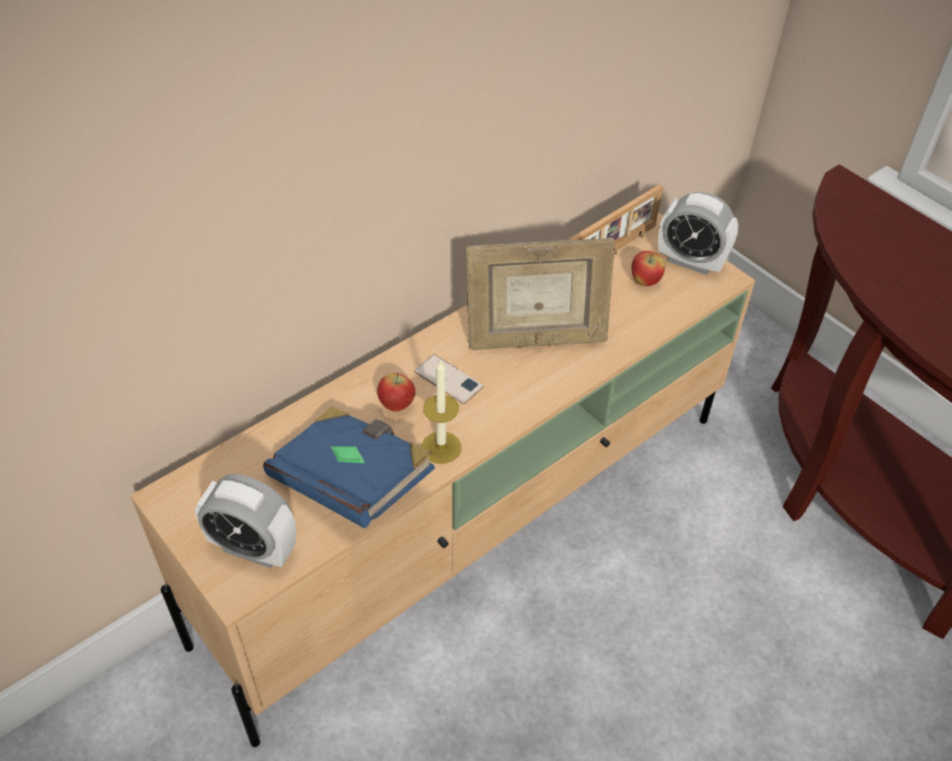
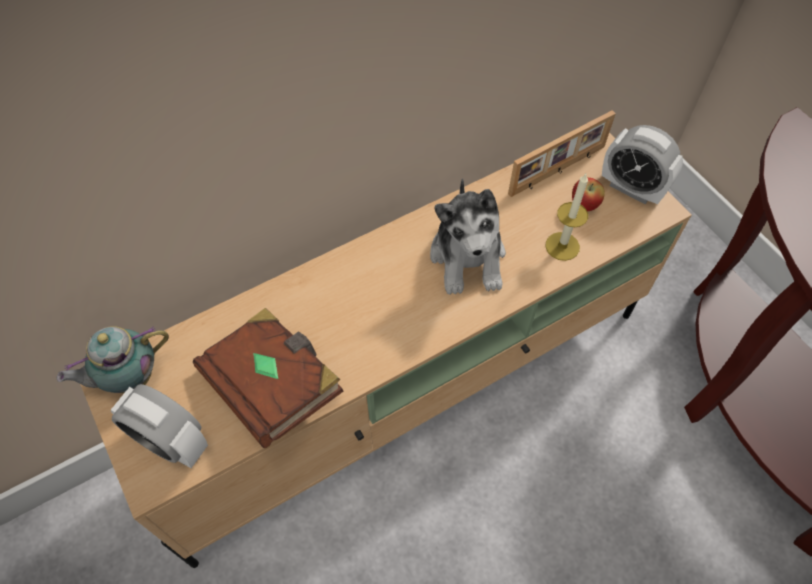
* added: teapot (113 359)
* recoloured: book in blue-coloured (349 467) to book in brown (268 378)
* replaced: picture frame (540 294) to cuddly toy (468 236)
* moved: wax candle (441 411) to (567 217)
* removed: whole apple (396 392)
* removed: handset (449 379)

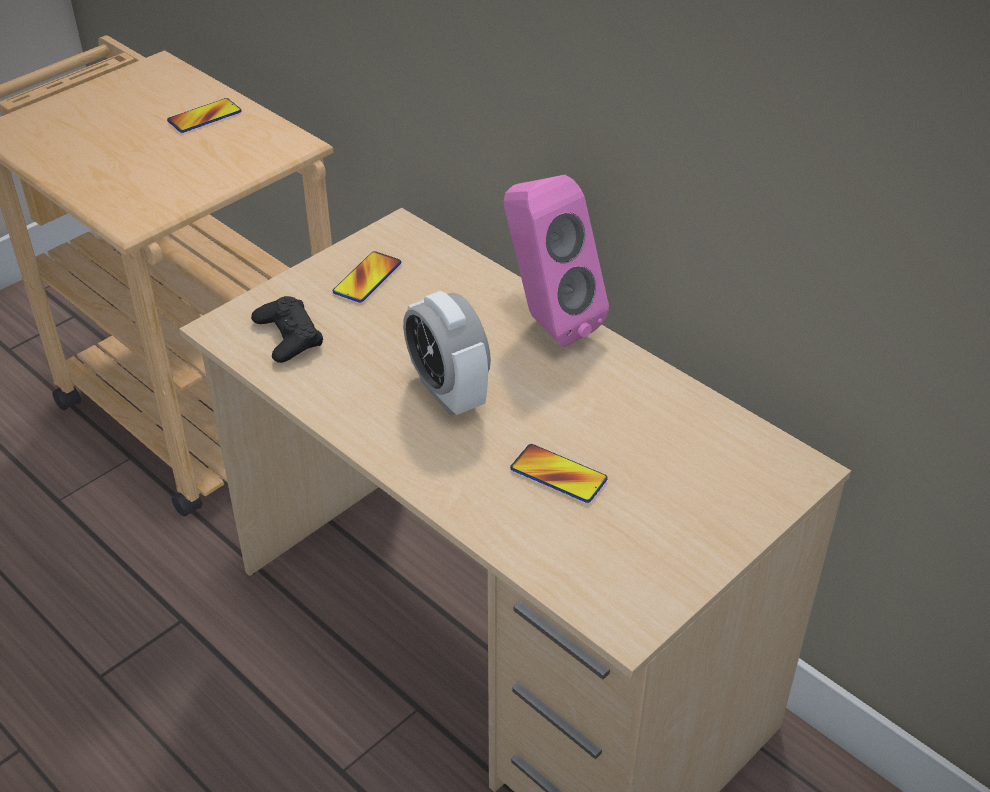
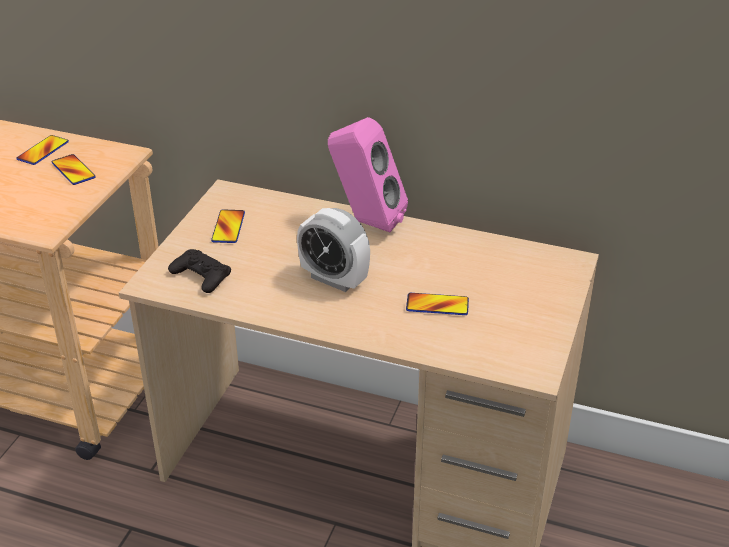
* added: handset (74 169)

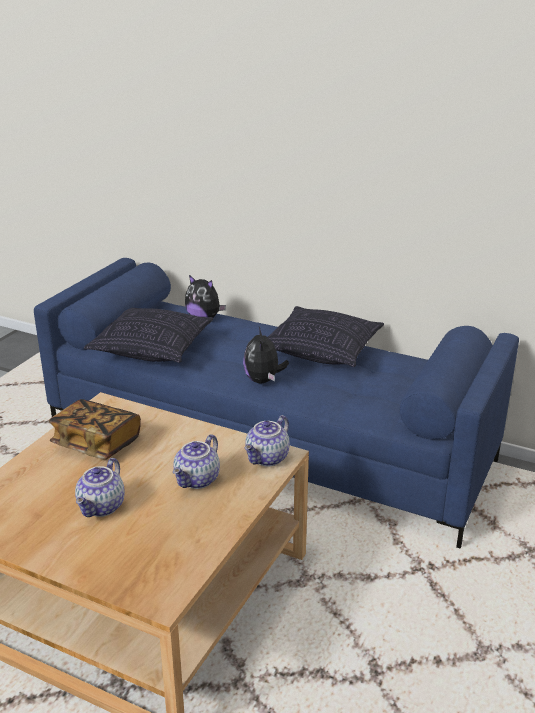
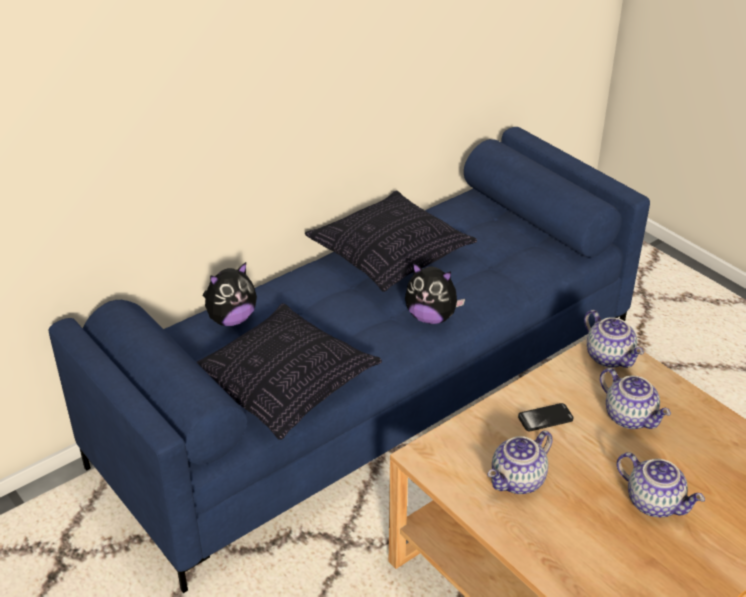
* replaced: book (95 429) to teapot (520 462)
* added: handset (545 417)

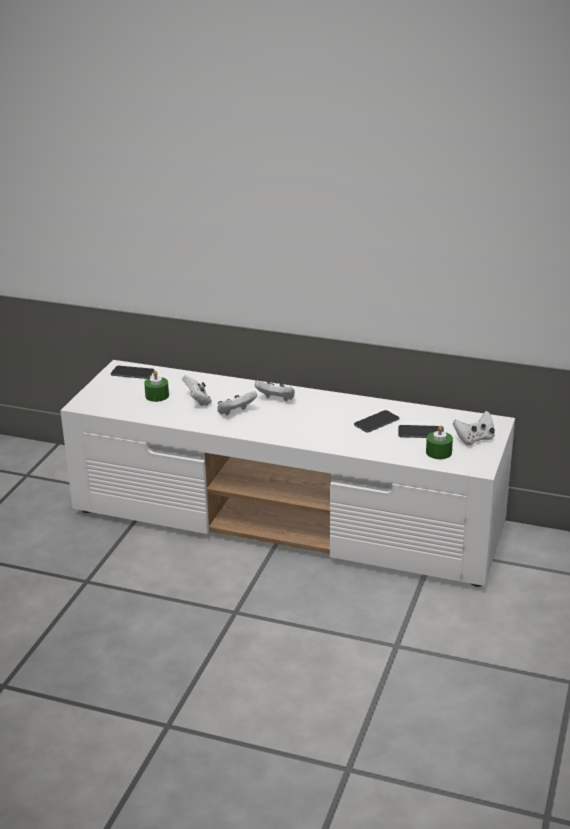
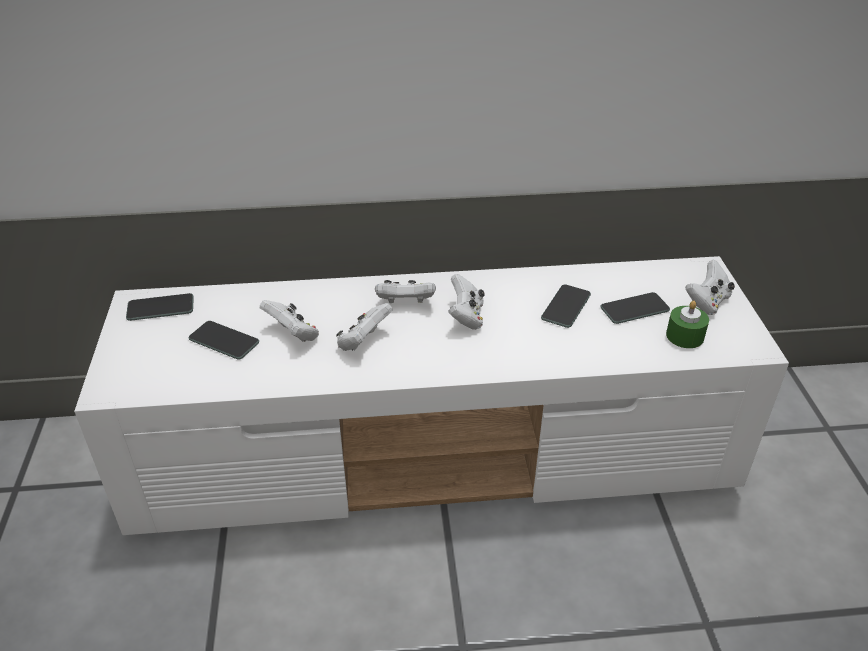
* replaced: wax candle in greenish (156 386) to handset (224 340)
* added: joypad in white (466 302)

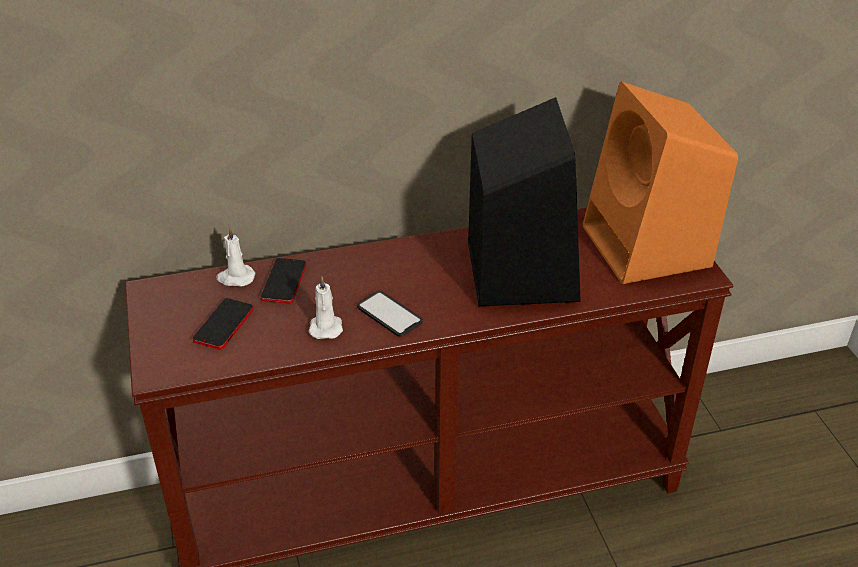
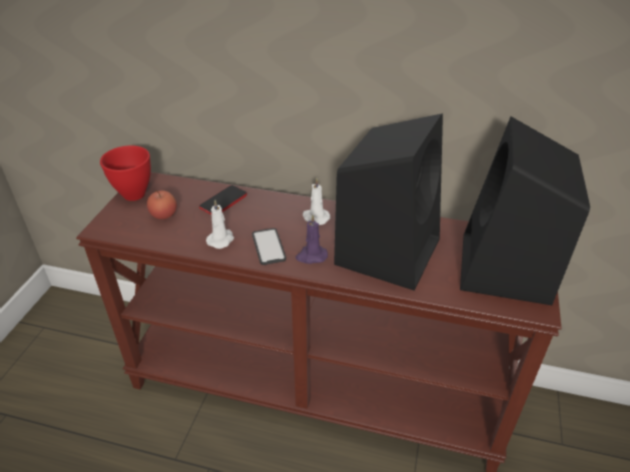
* added: deep dish in red-coloured (125 173)
* replaced: handset (223 324) to whole apple (162 204)
* added: wax candle in purple-coloured (312 239)
* moved: wax candle in white (235 257) to (316 201)
* recoloured: audio speaker in orangey (660 183) to audio speaker in black (525 210)

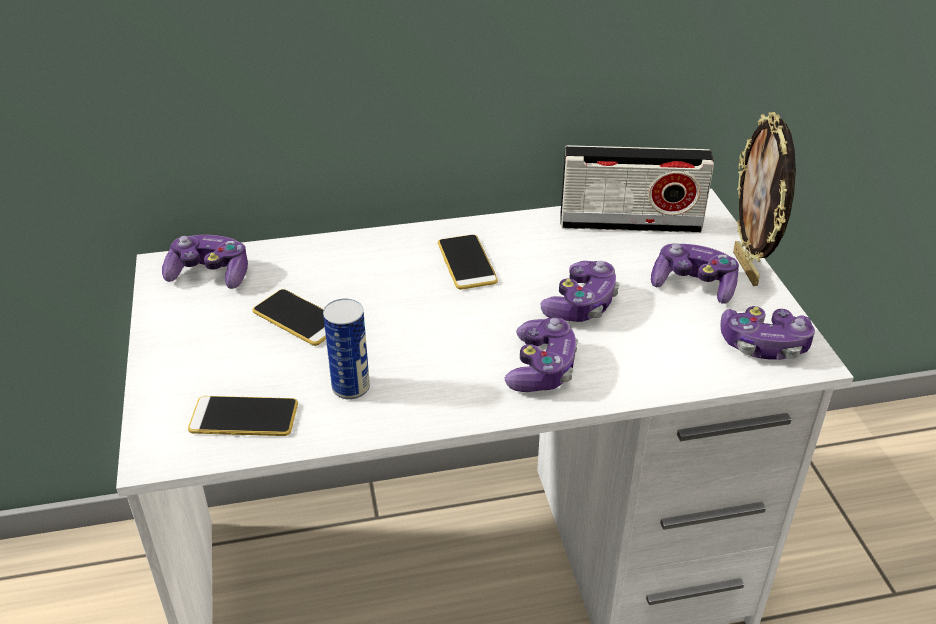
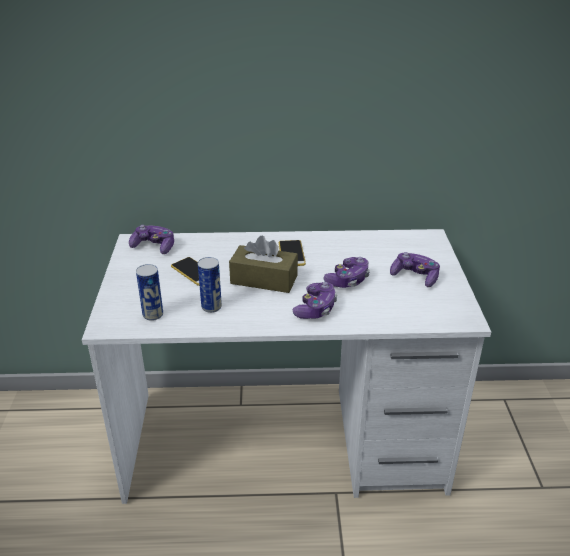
* replaced: handset (243 416) to sealed can (149 292)
* added: tissue box in brown (263 264)
* removed: radio receiver (637 189)
* removed: joypad (767 333)
* removed: picture frame (764 199)

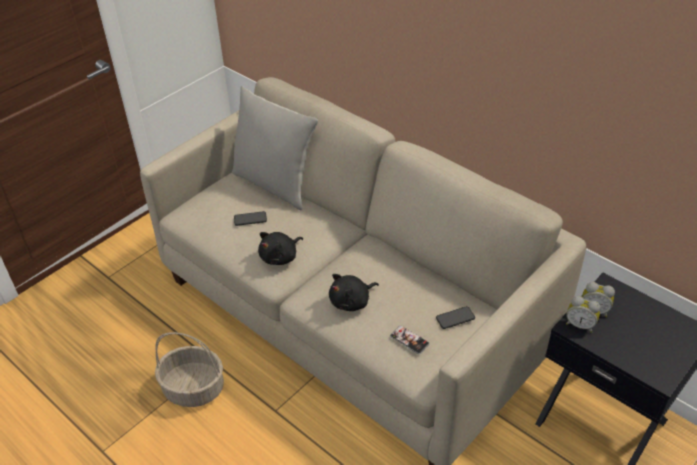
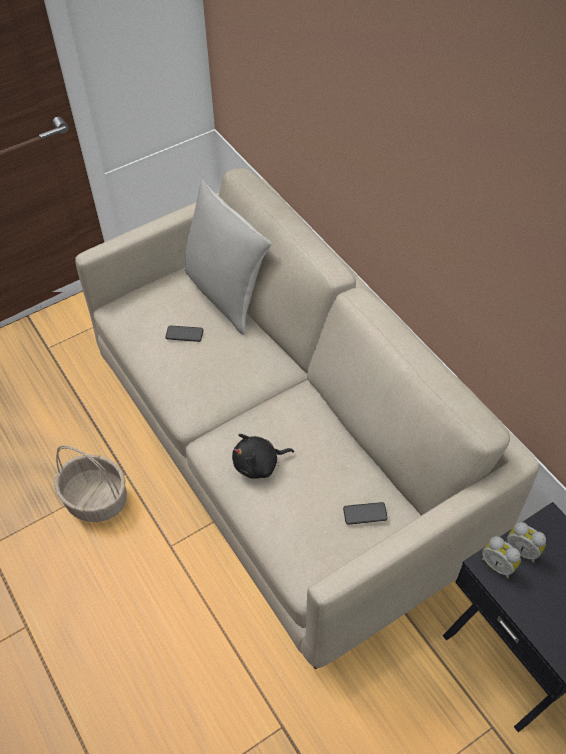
* removed: cuddly toy in black (280 248)
* removed: handset (410 340)

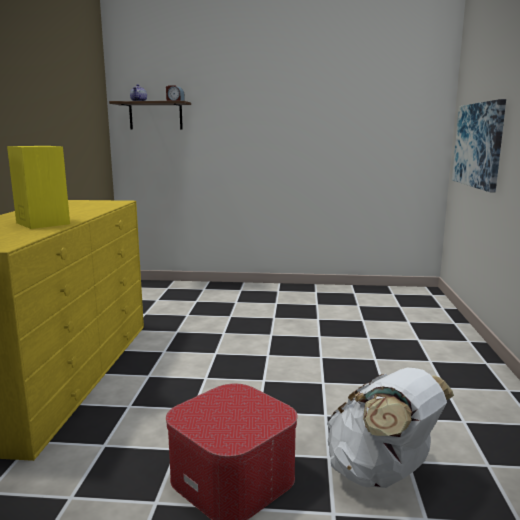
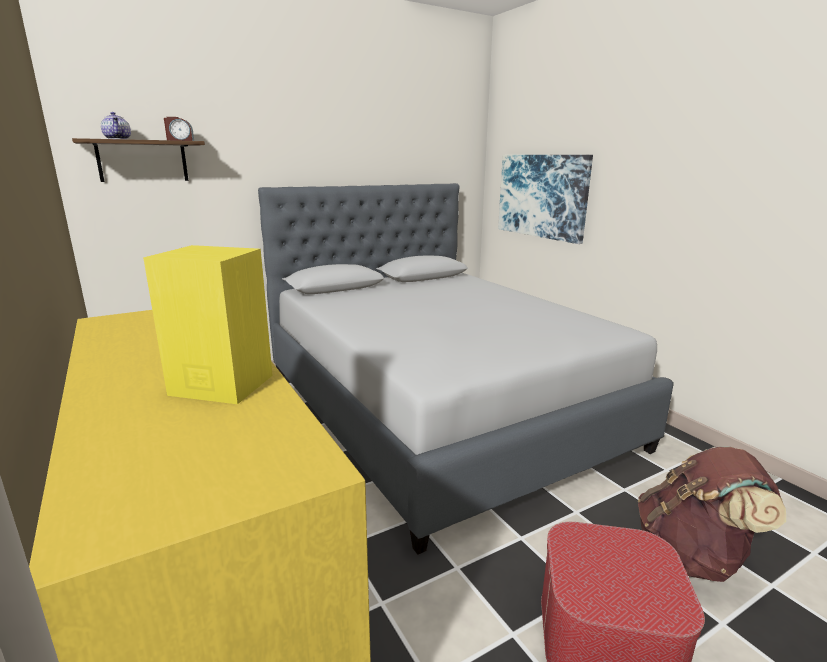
* added: bed in greyish (466 369)
* recoloured: knapsack in white (390 428) to knapsack in brown (712 514)

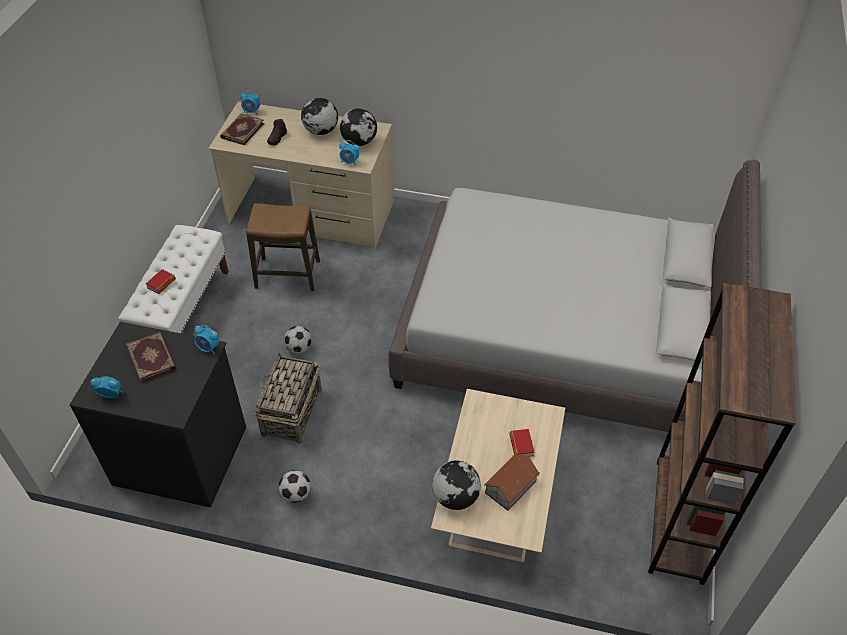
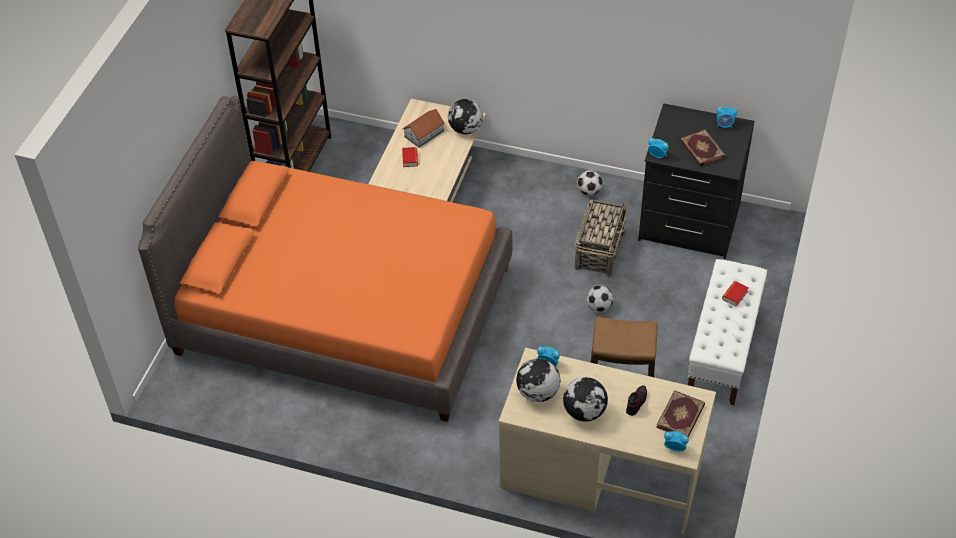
* recoloured: bed in greyish (575 295) to bed in orangey (325 259)

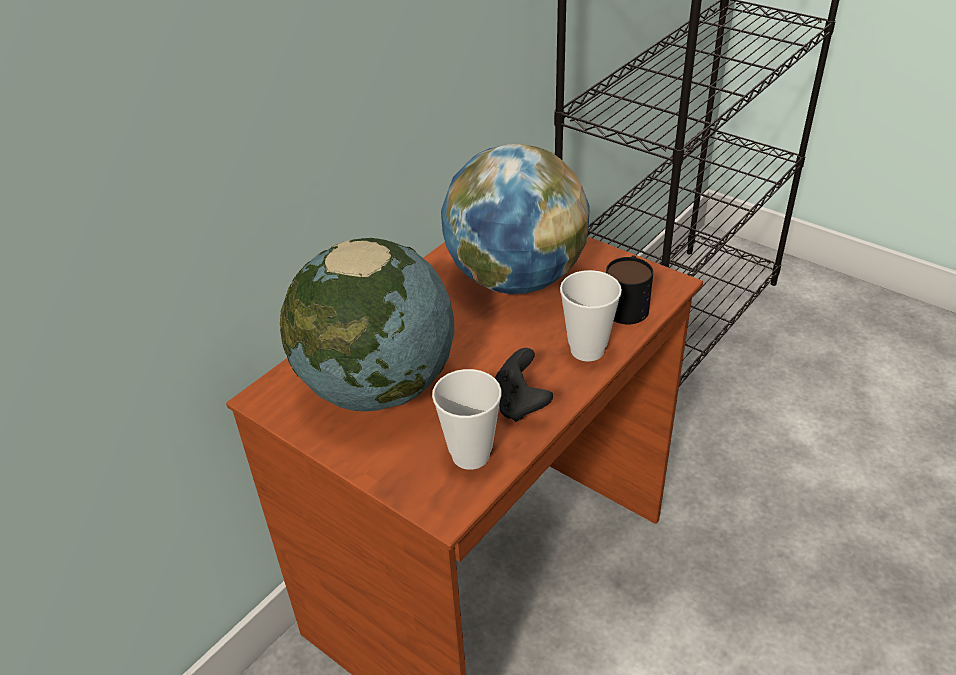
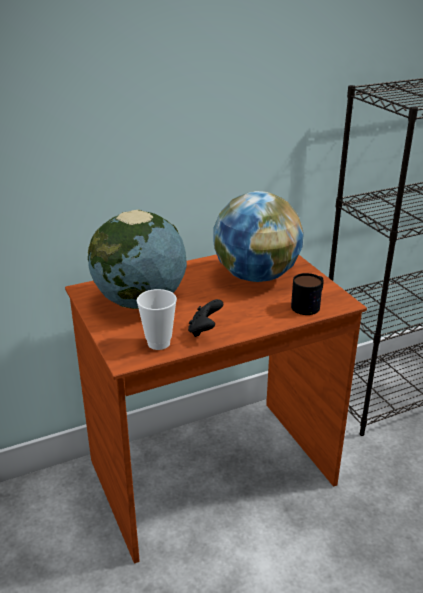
* removed: small cup (591 315)

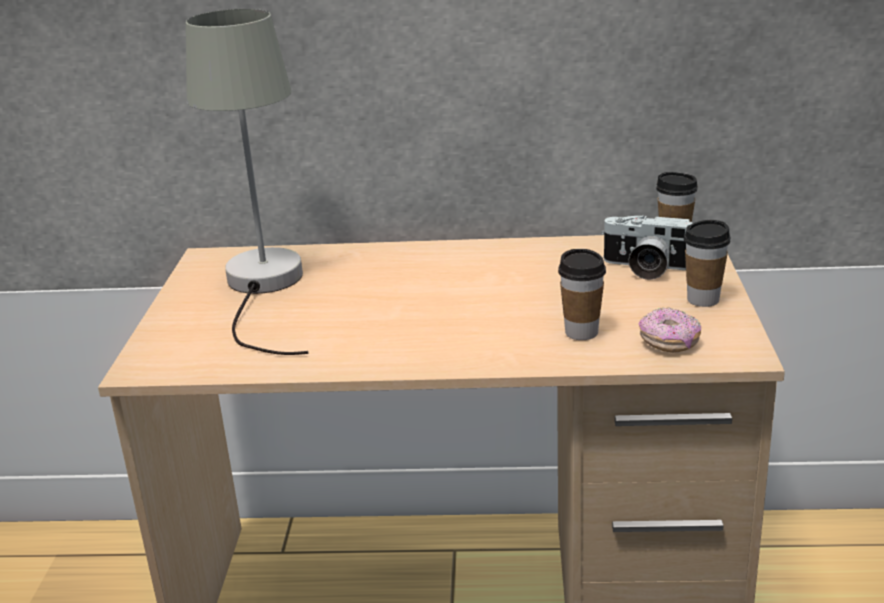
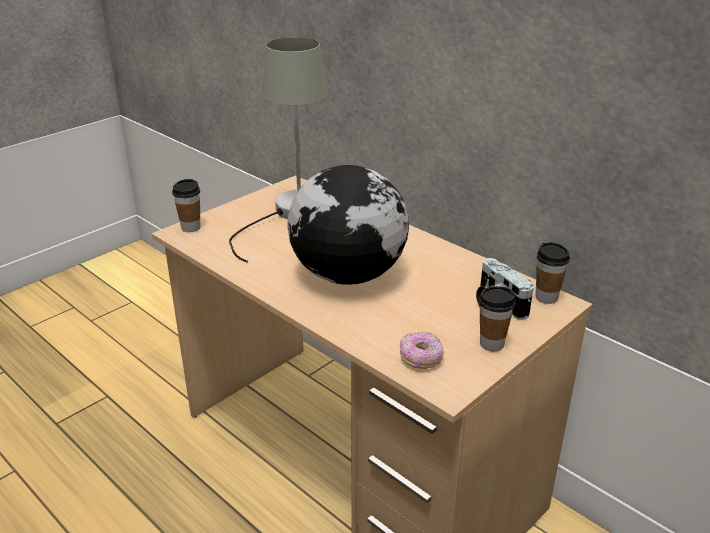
* moved: small cup (582 294) to (186 205)
* added: desk globe (348 225)

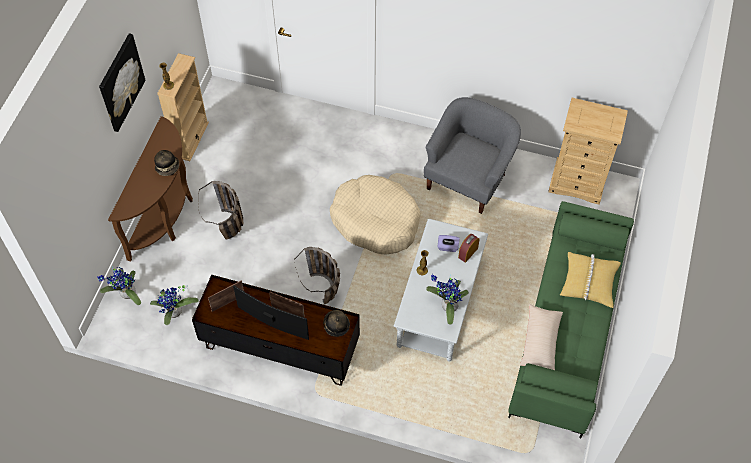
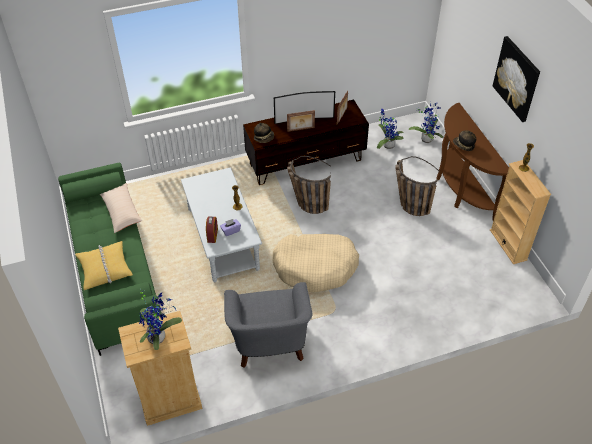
* moved: potted plant (447 299) to (160 319)

